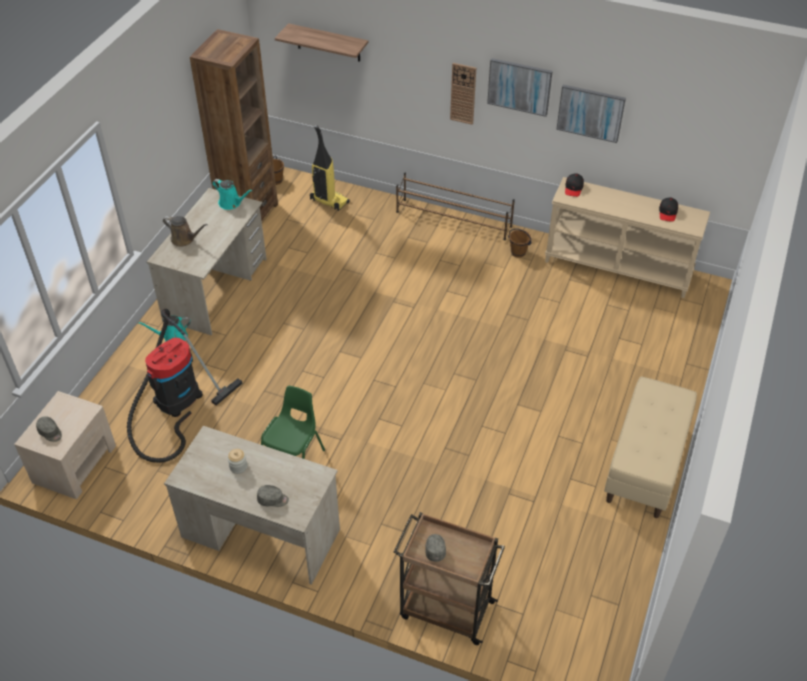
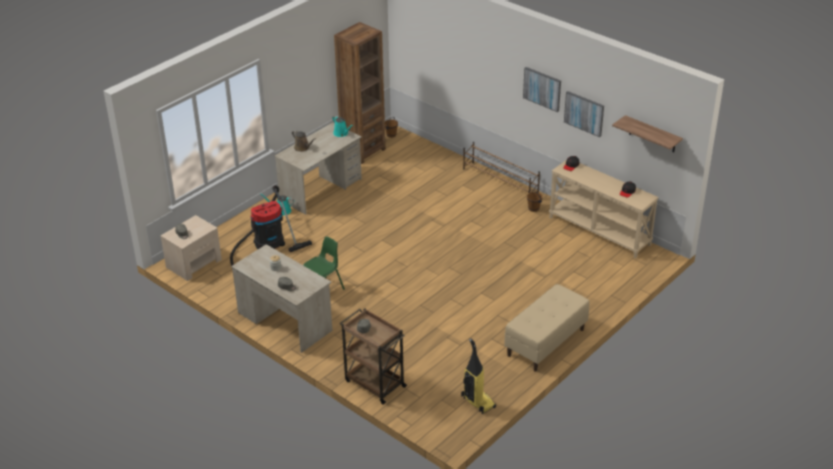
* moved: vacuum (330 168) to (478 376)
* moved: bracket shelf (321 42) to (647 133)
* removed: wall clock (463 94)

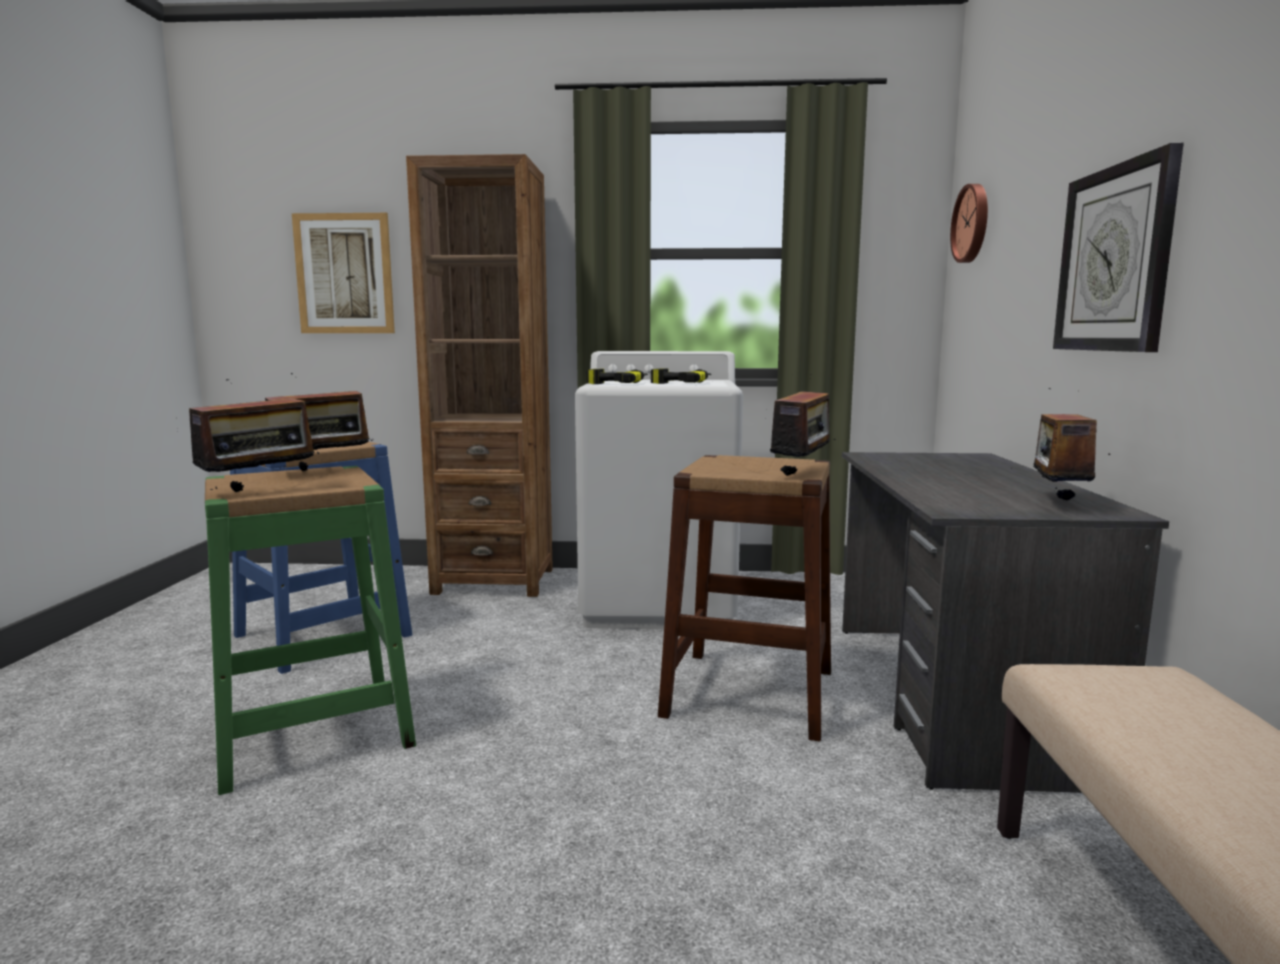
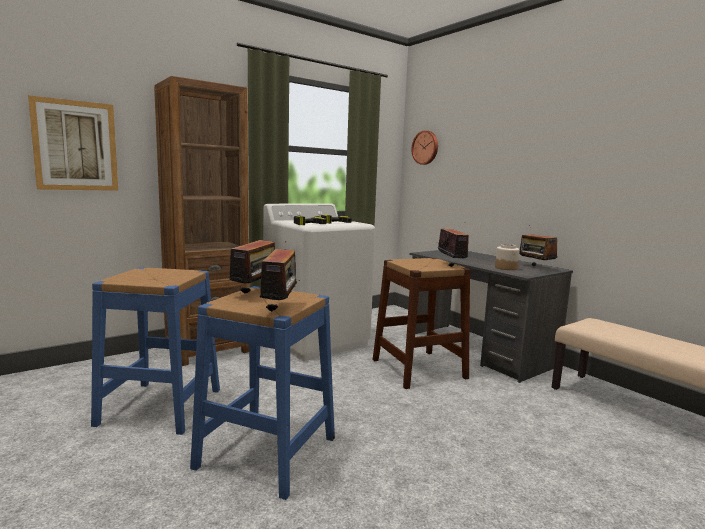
* recoloured: stool seat in greenish (310 630) to stool seat in blue-coloured (262 393)
* added: storage jar (507 257)
* removed: wall clock (1118 247)

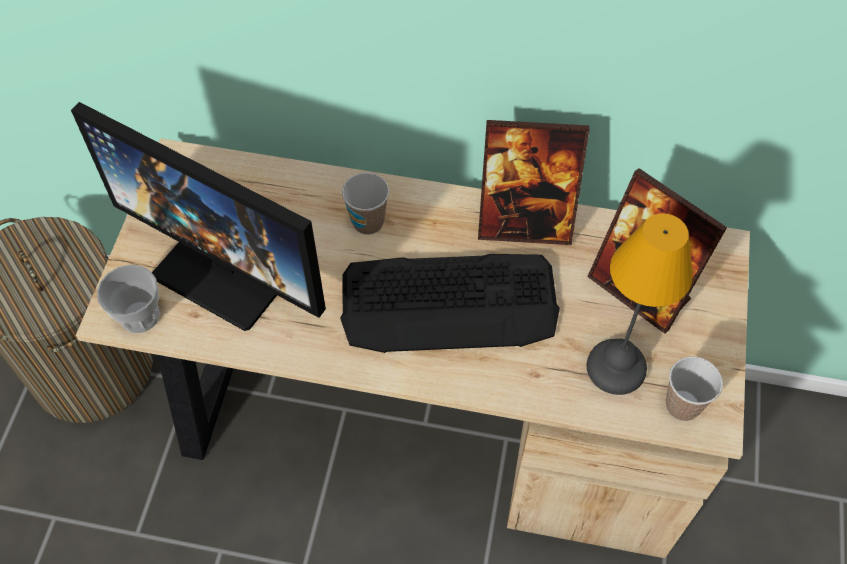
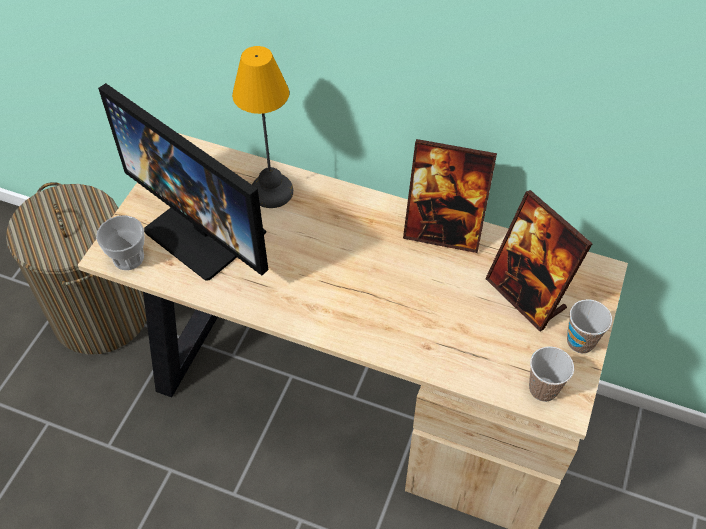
* moved: tabletop lamp (640 304) to (262 127)
* moved: small cup (365 203) to (589 326)
* removed: keyboard (450 303)

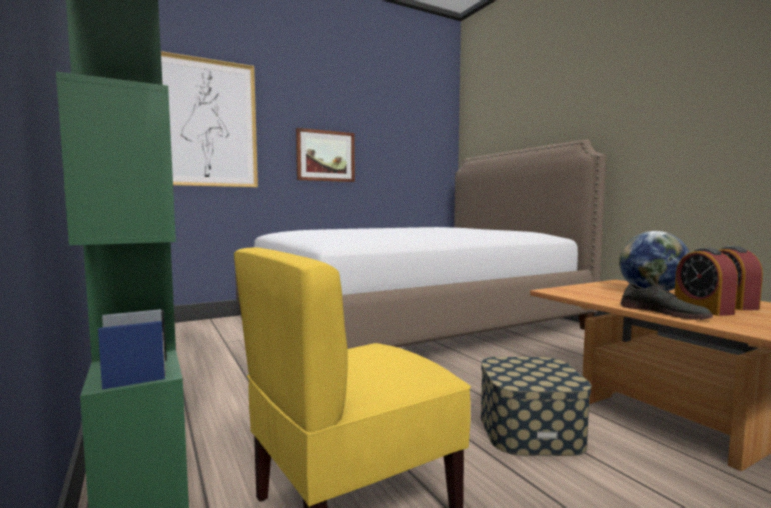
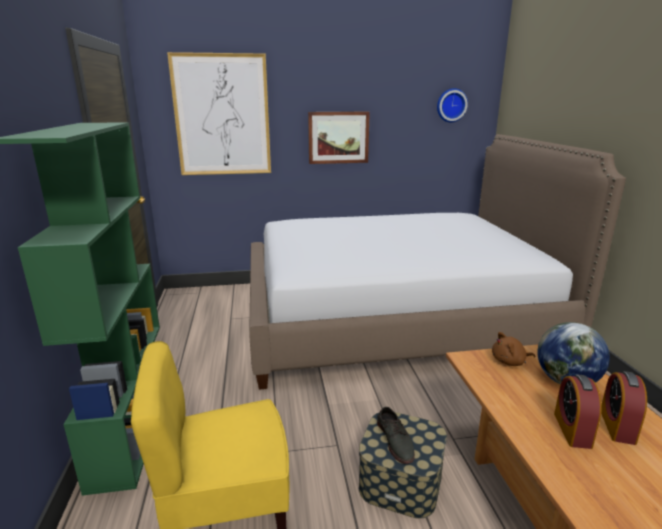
* moved: shoe in greyish (666 301) to (396 435)
* added: wall clock (452 105)
* added: cuddly toy in brown (513 349)

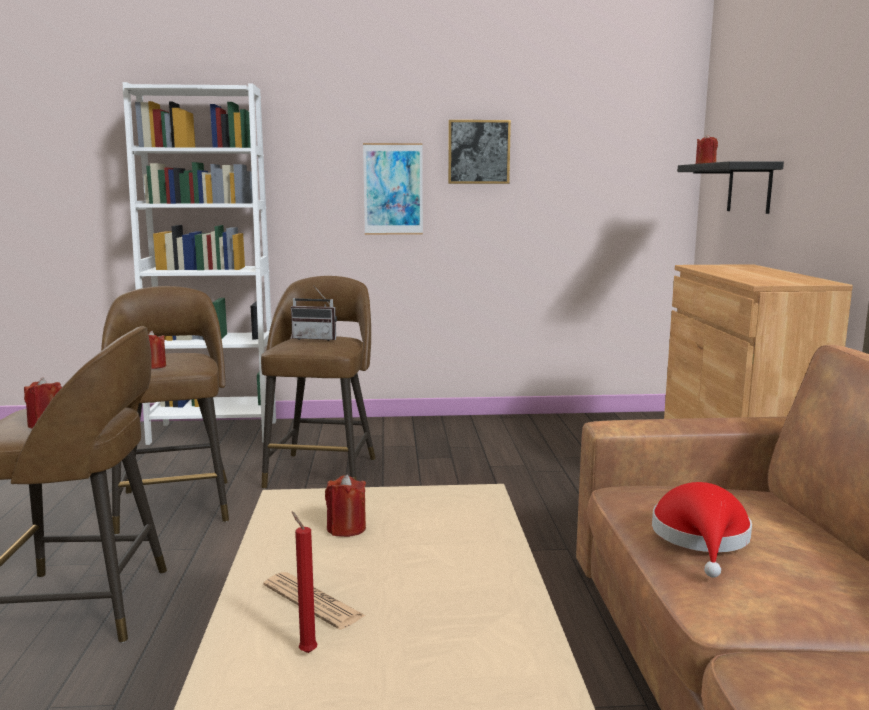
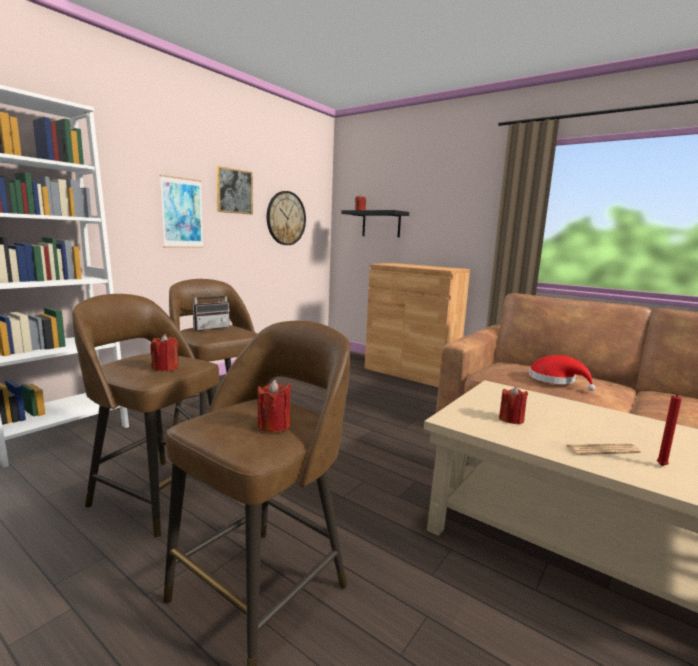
* added: wall clock (286 218)

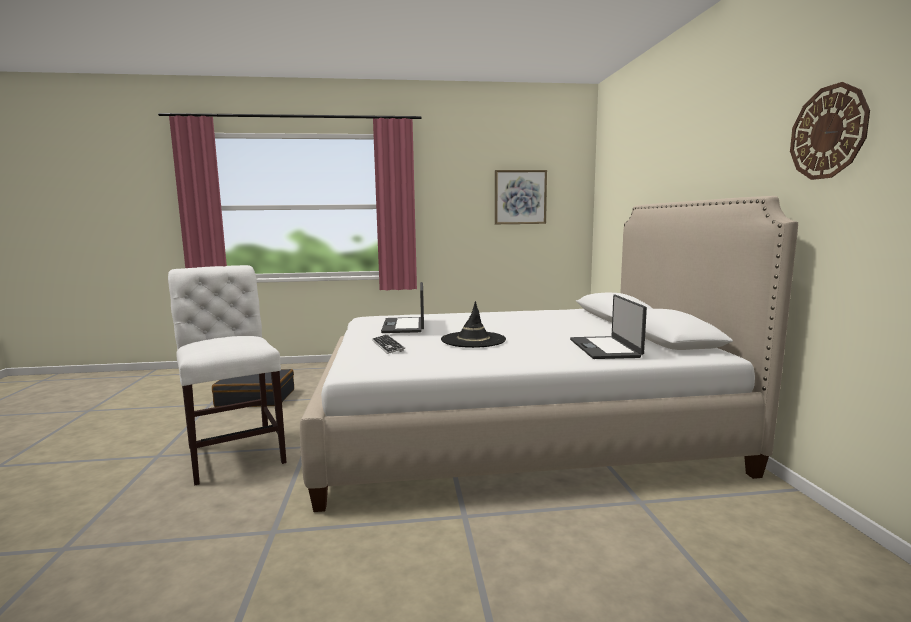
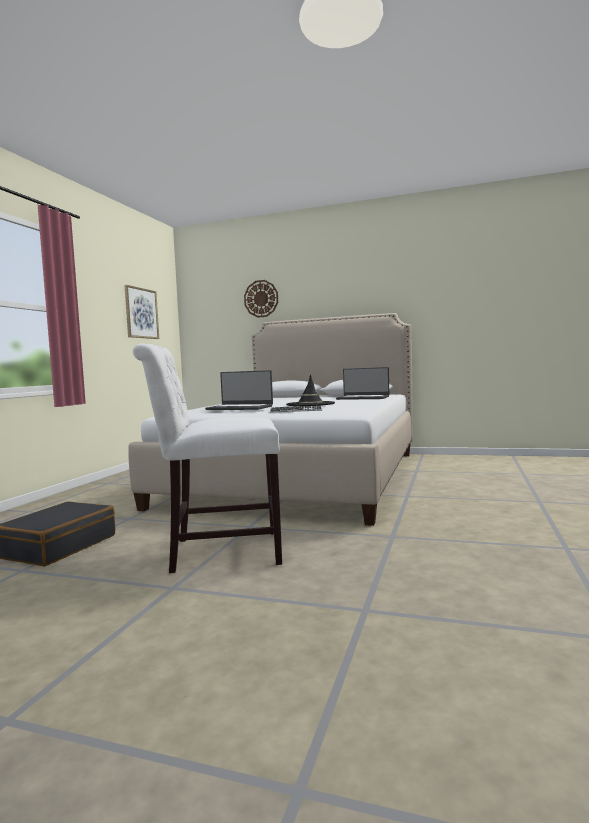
* moved: wall clock (830 131) to (261 299)

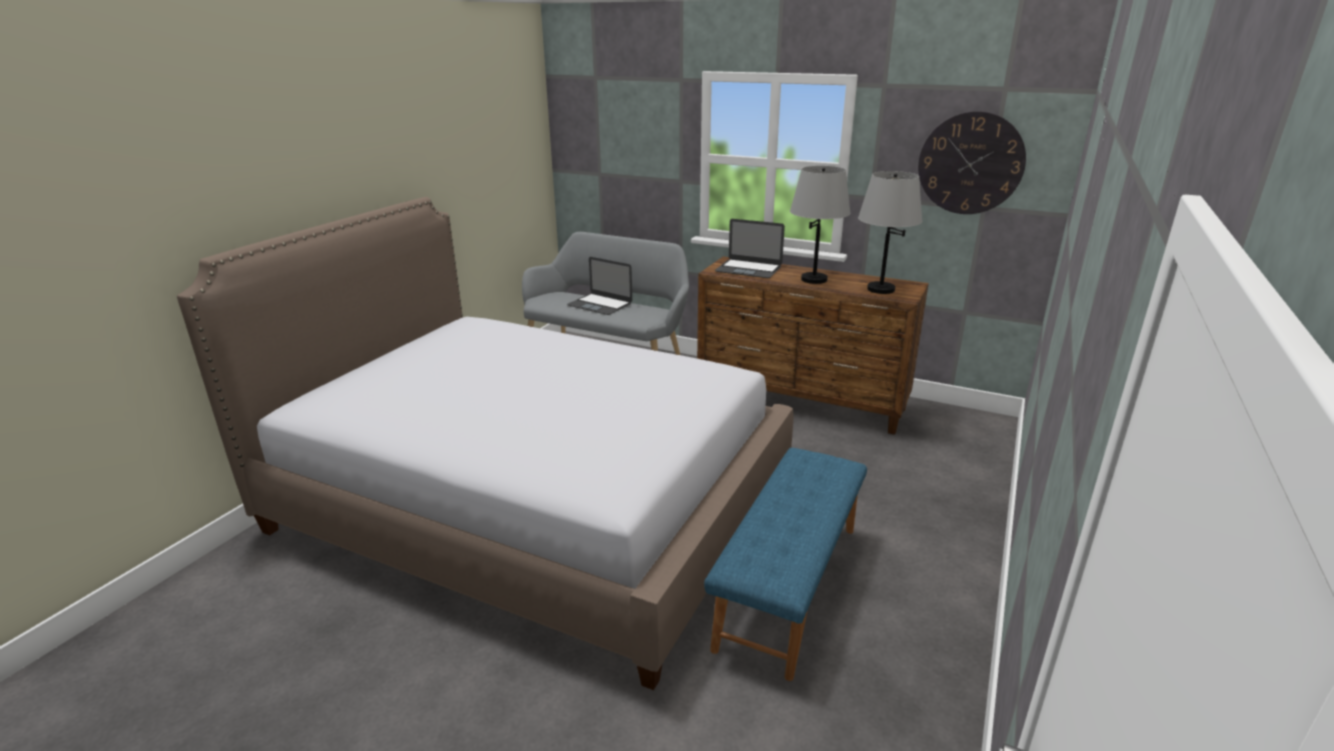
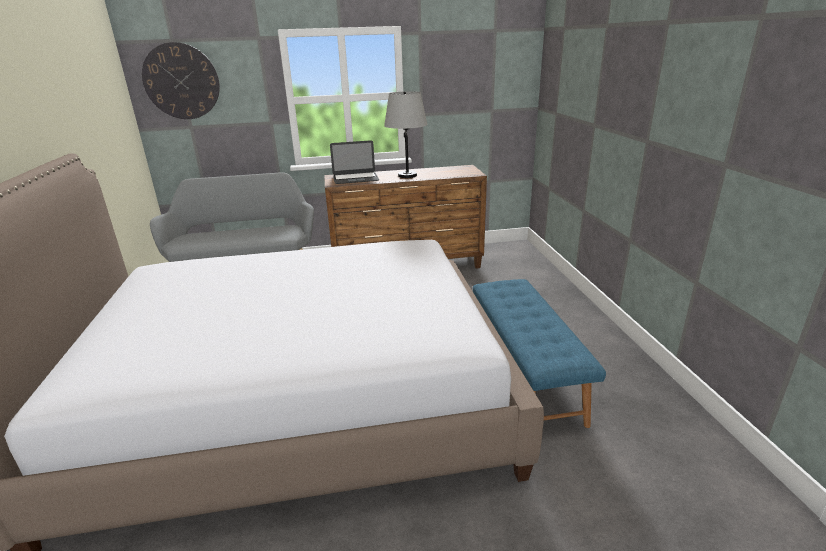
* moved: wall clock (972 162) to (181 80)
* removed: portable computer (599 286)
* removed: tabletop lamp in greyish (890 232)

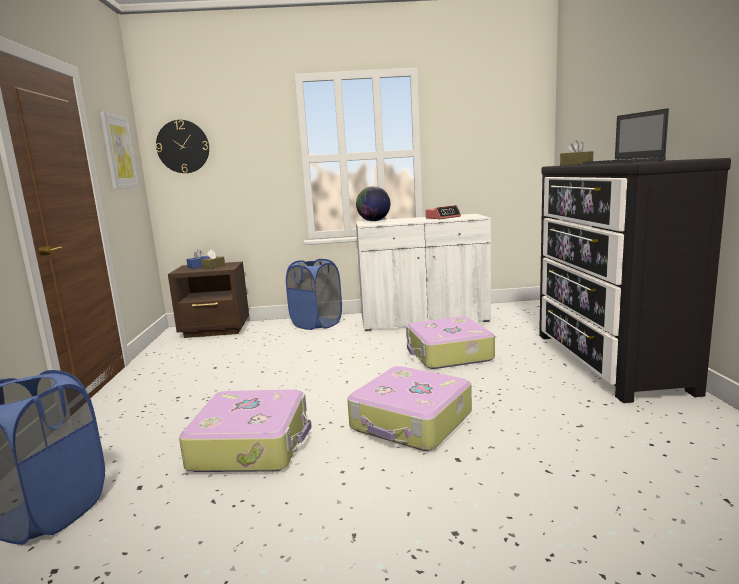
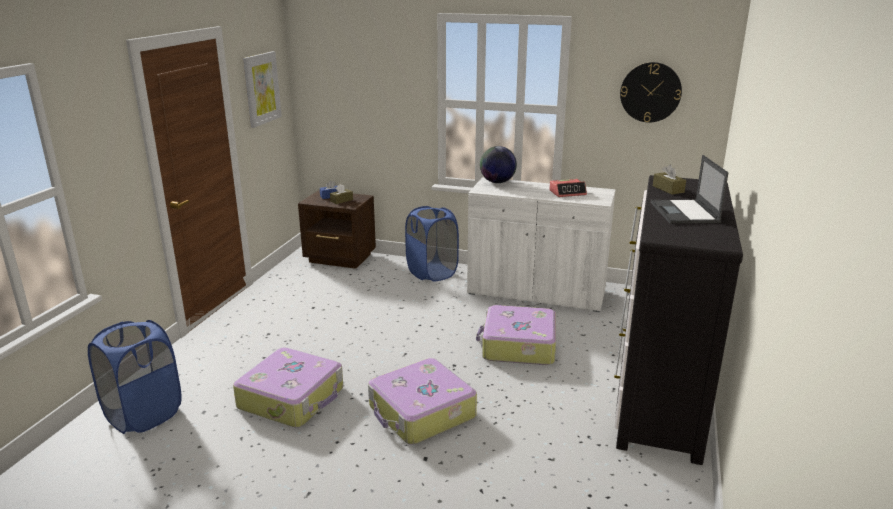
* moved: wall clock (182 146) to (651 92)

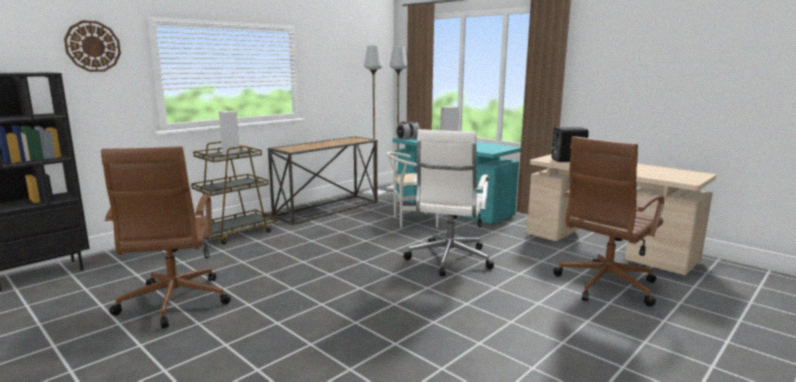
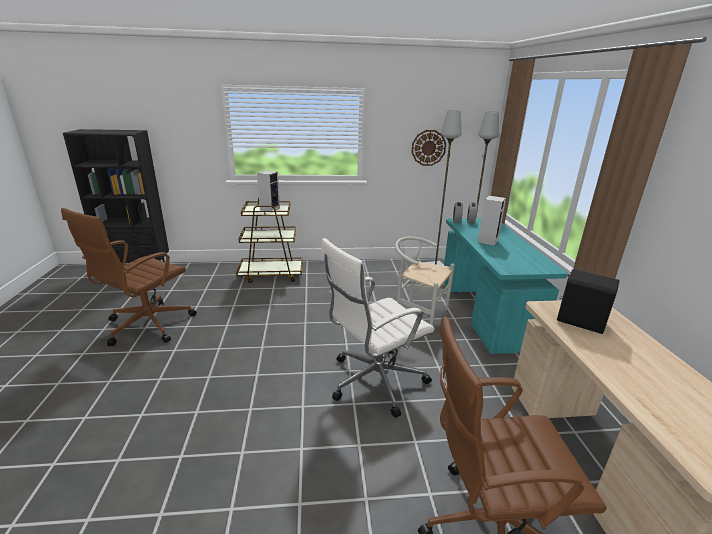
* moved: wall clock (92 46) to (428 148)
* removed: narrow table (322 180)

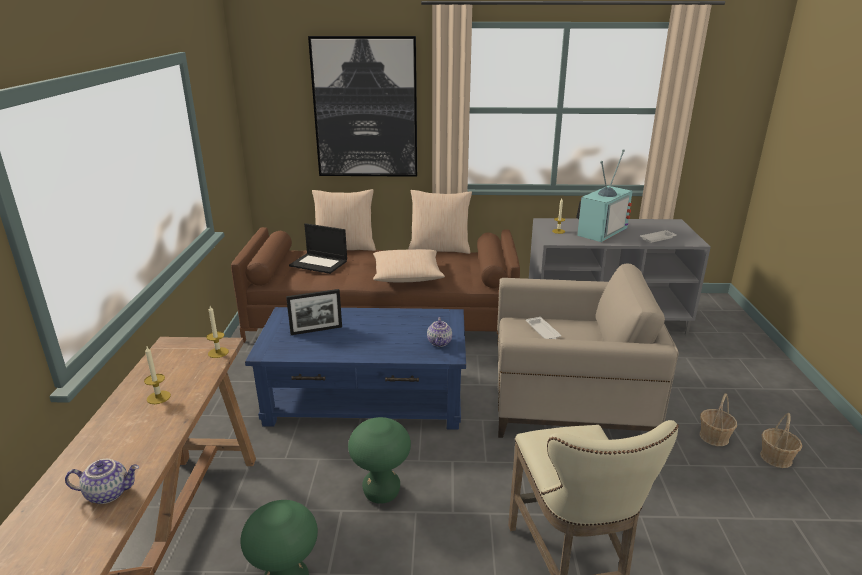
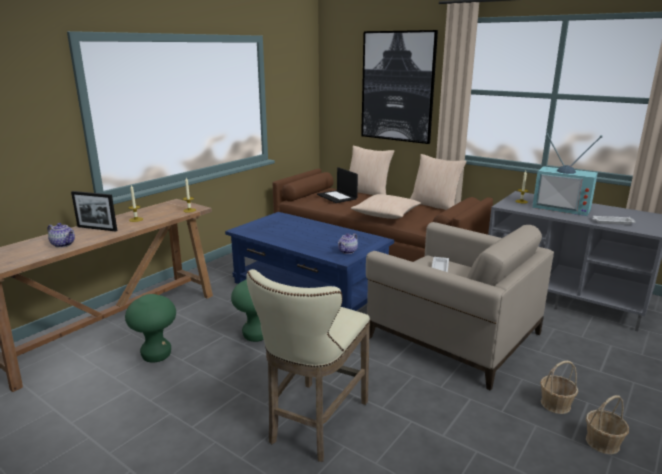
* moved: picture frame (314 312) to (94 211)
* turned: television (604 195) = (567 174) 45 degrees clockwise

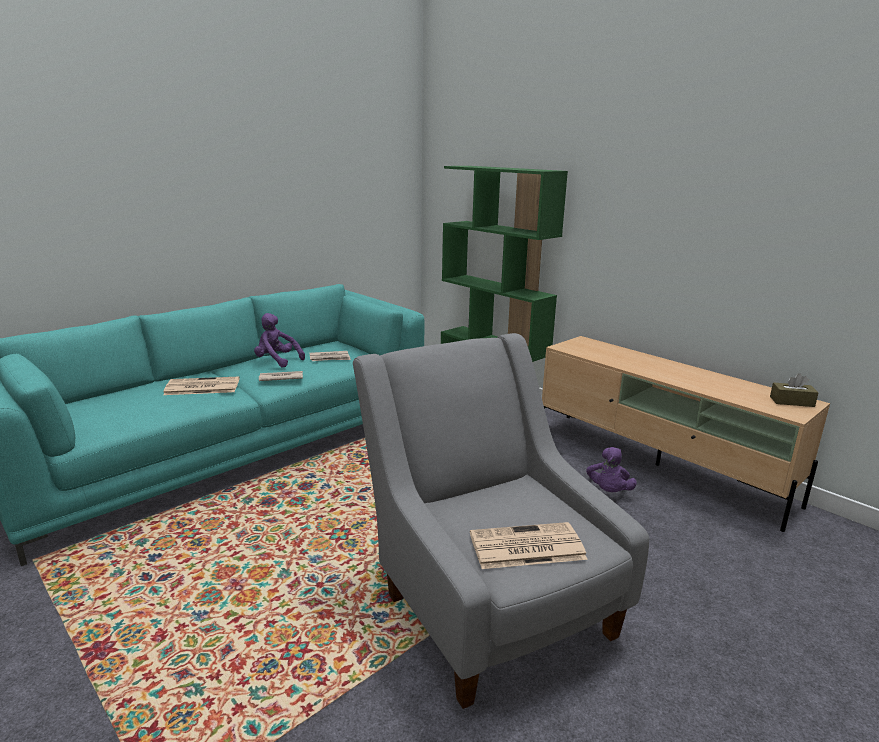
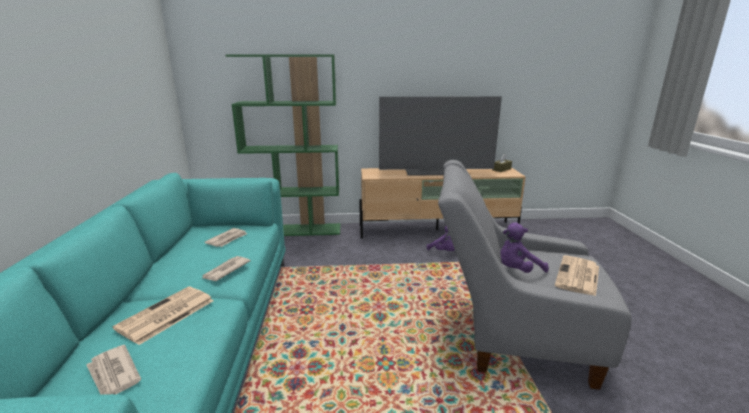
* added: printed paper (113 370)
* added: television (440 136)
* moved: cuddly toy in purple-coloured (279 340) to (524 248)

